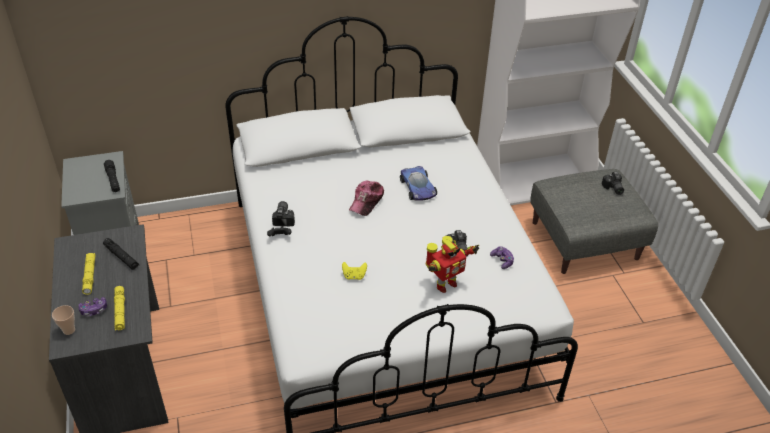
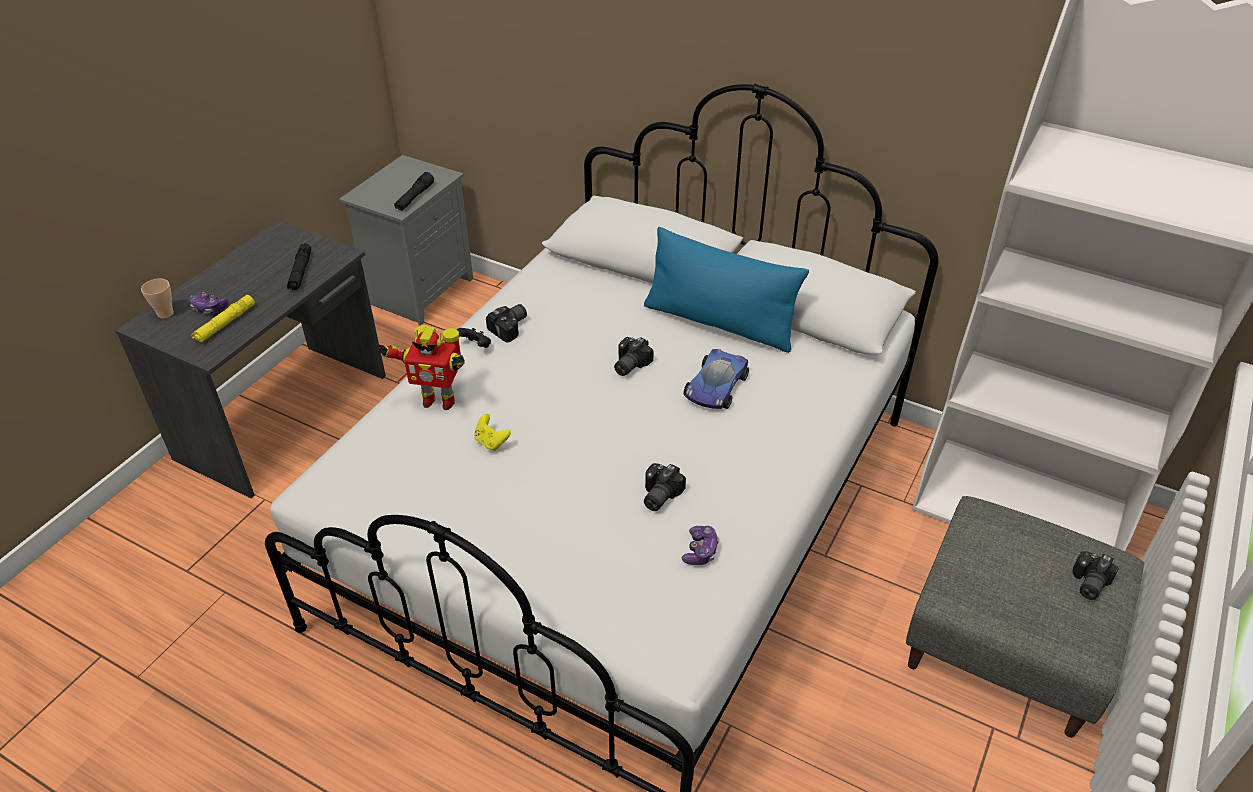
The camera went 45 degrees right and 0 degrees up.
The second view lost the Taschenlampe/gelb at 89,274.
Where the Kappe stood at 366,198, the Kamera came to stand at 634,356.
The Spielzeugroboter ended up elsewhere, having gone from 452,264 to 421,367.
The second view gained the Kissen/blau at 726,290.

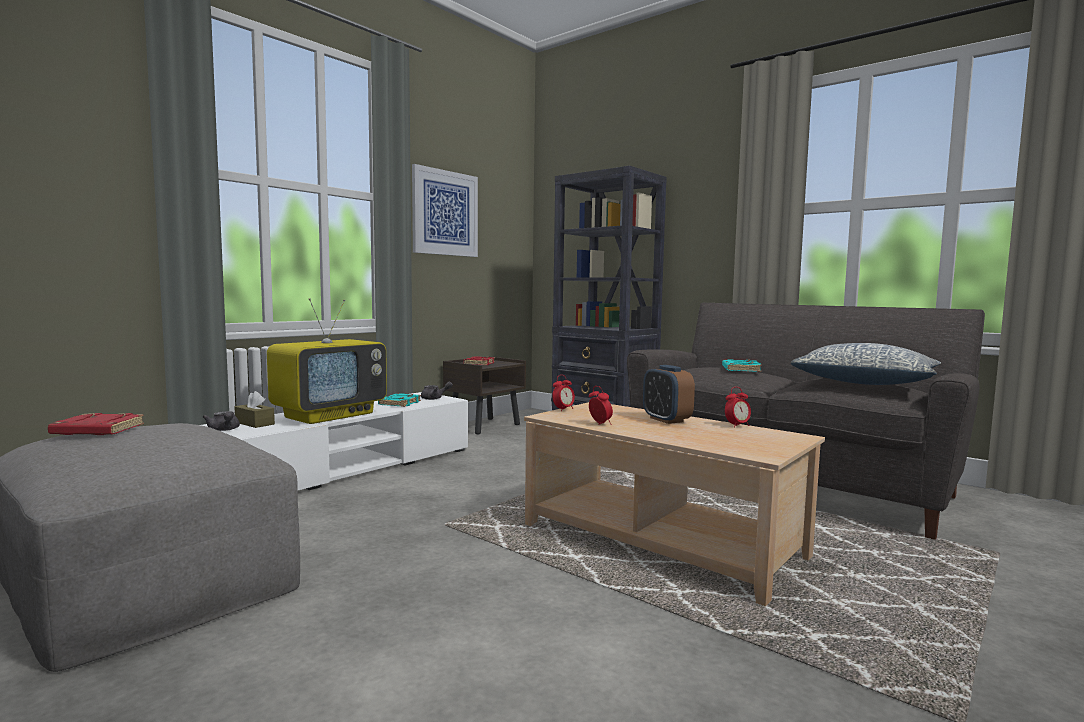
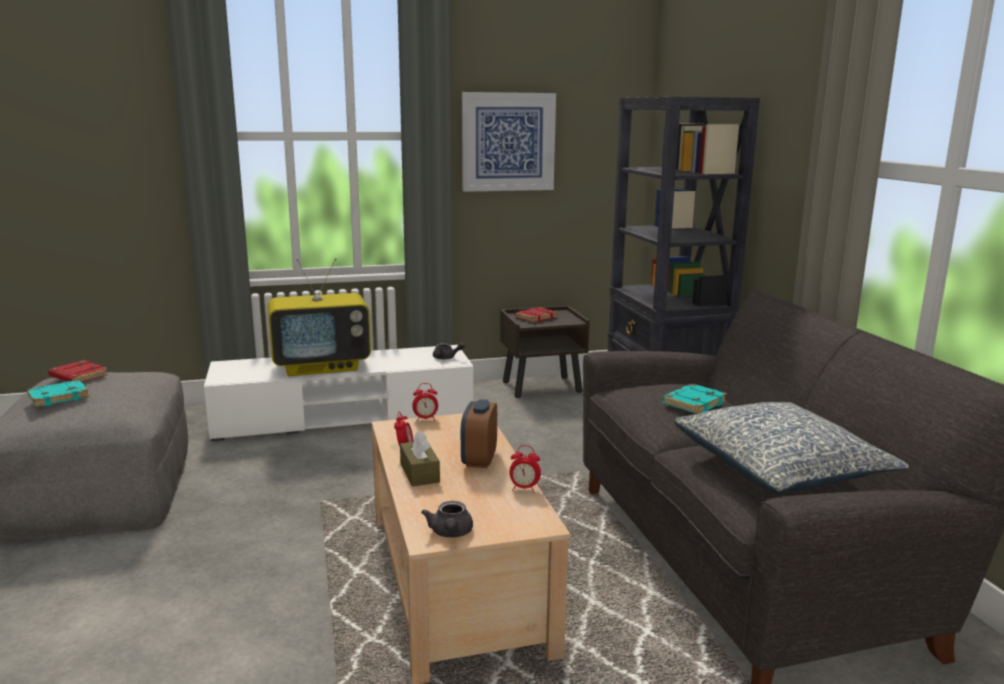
The camera went 35 degrees right and 10 degrees up.
The Teekanne/grau ended up elsewhere, having gone from 221,421 to 447,519.
The Taschentuchbox/braun ended up elsewhere, having gone from 255,409 to 420,458.
The Buch/türkis ended up elsewhere, having gone from 399,400 to 58,393.

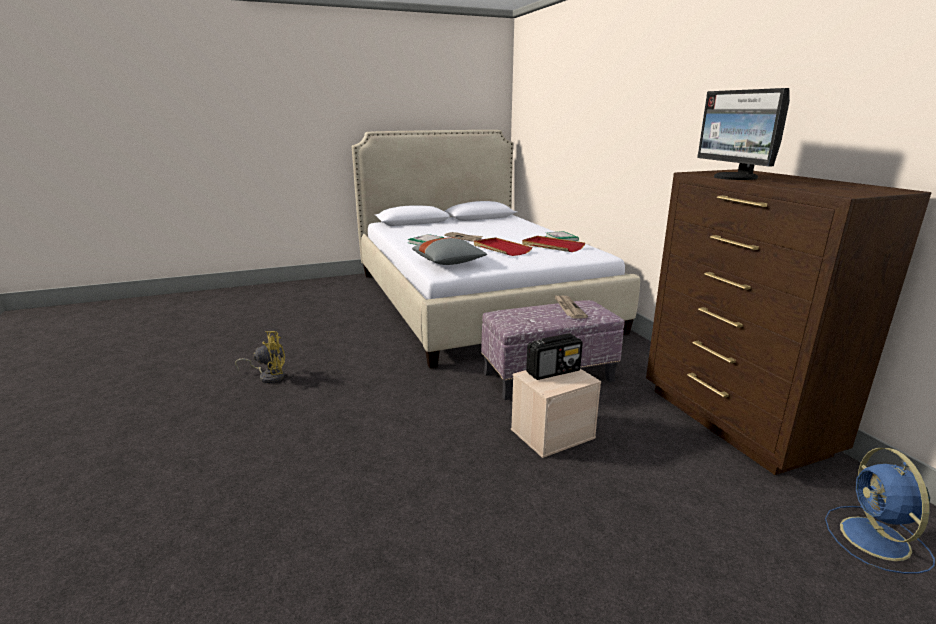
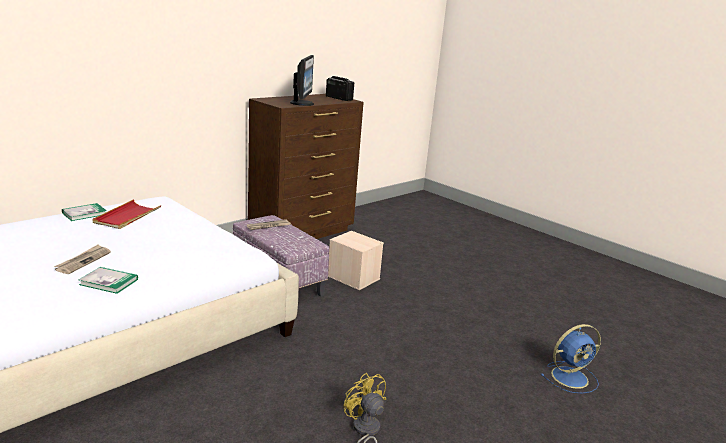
The camera went 115 degrees left and 0 degrees up.
The second view lost the Kissen/grau at 449,251.
The second view lost the Tablett/rot at 503,246.
The Radio ended up elsewhere, having gone from 554,357 to 340,88.
The Monitor at 743,134 ended up facing another way, 45 degrees counterclockwise from before.
The Ventilator/blau ended up elsewhere, having gone from 880,511 to 571,359.

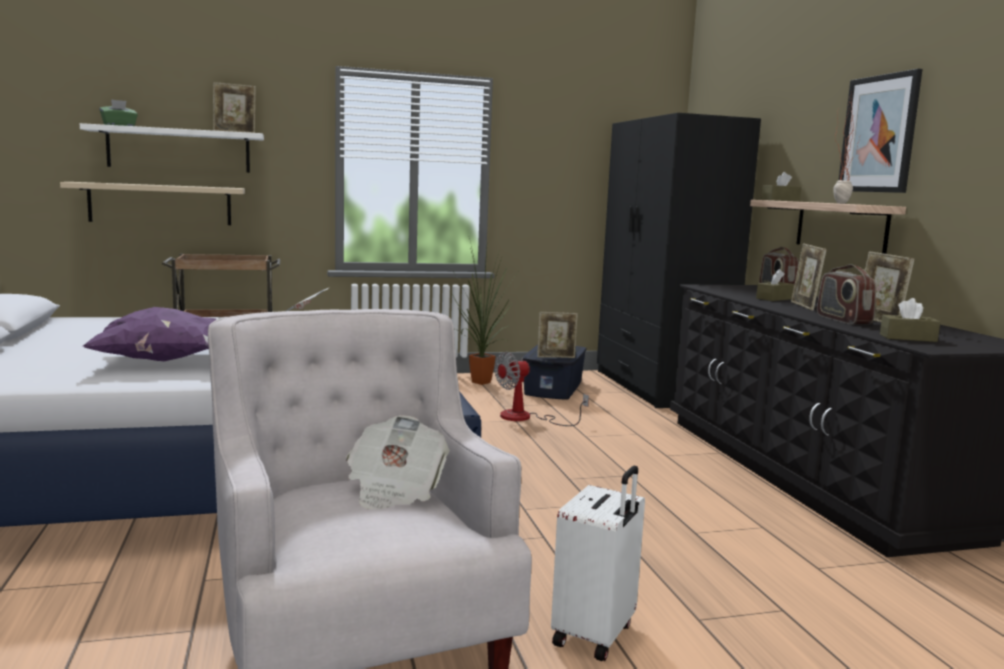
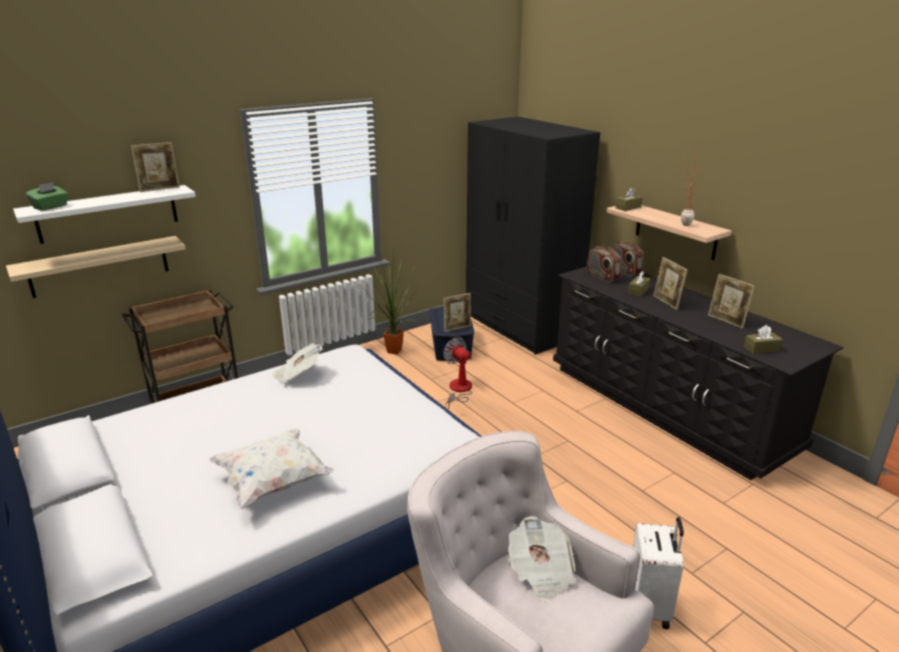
The camera went 20 degrees left and 15 degrees up.
What was the Kissen/lila at 150,334 turned into the Kissen/weiß at 271,469.
The Ventilator at 542,389 ended up facing another way, 105 degrees clockwise from before.
The Radio ended up elsewhere, having gone from 846,294 to 604,264.
The second view lost the Bild at 881,131.

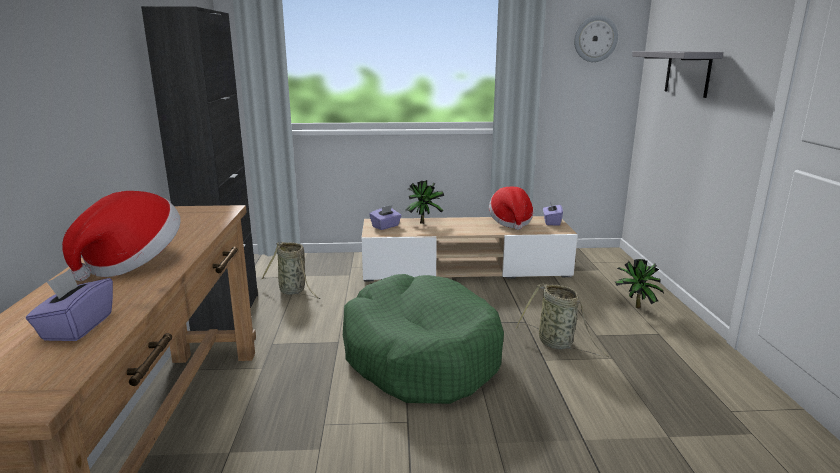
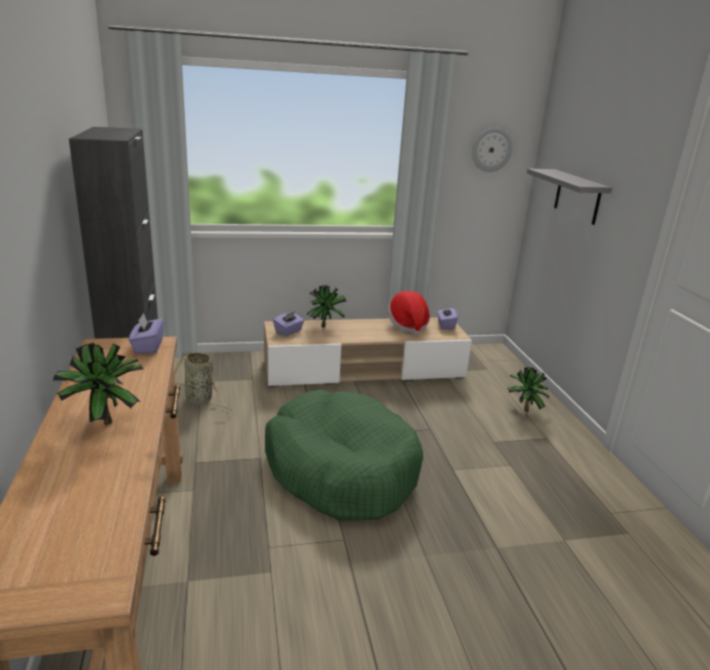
The camera went 10 degrees left and 5 degrees up.
The Taschentuchbox/lila ended up elsewhere, having gone from 69,305 to 146,333.
Where the Hut stood at 121,236, the Topfpflanze came to stand at 98,384.
The second view lost the Korb at 562,320.

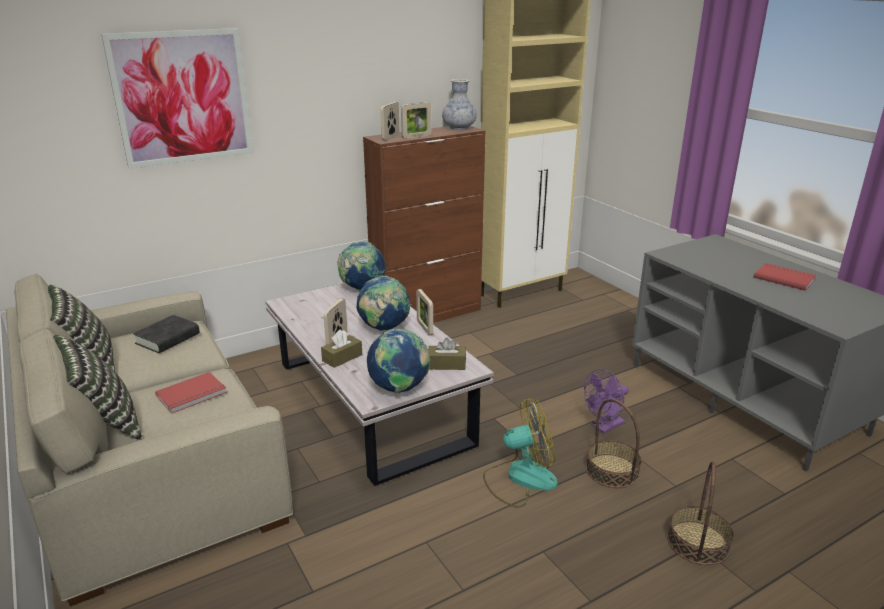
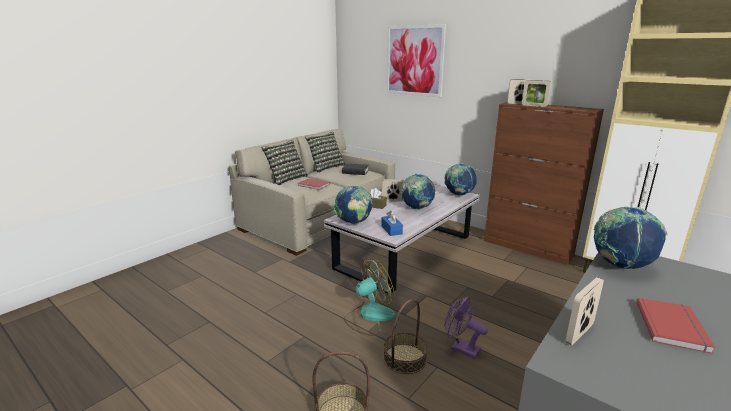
The camera went 70 degrees right and 5 degrees down.
The Bilderrahmen ended up elsewhere, having gone from 424,312 to 584,311.
What was the Taschentuchbox/braun at 447,354 turned into the Taschentuchbox/blau at 392,223.
The second view lost the Vase at 459,104.
The Ventilator at 520,453 ended up facing another way, 90 degrees counterclockwise from before.
The second view gained the Globus at 630,237.

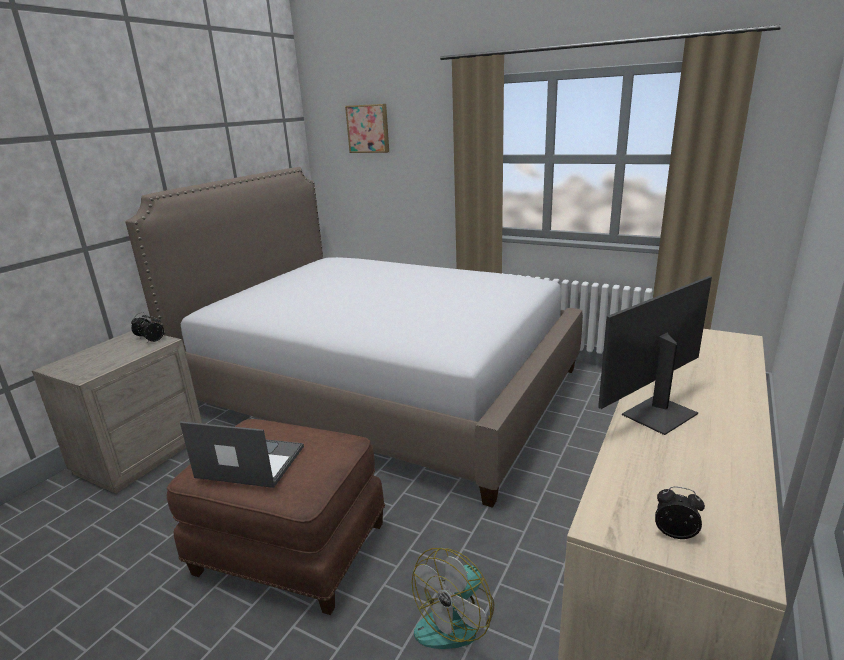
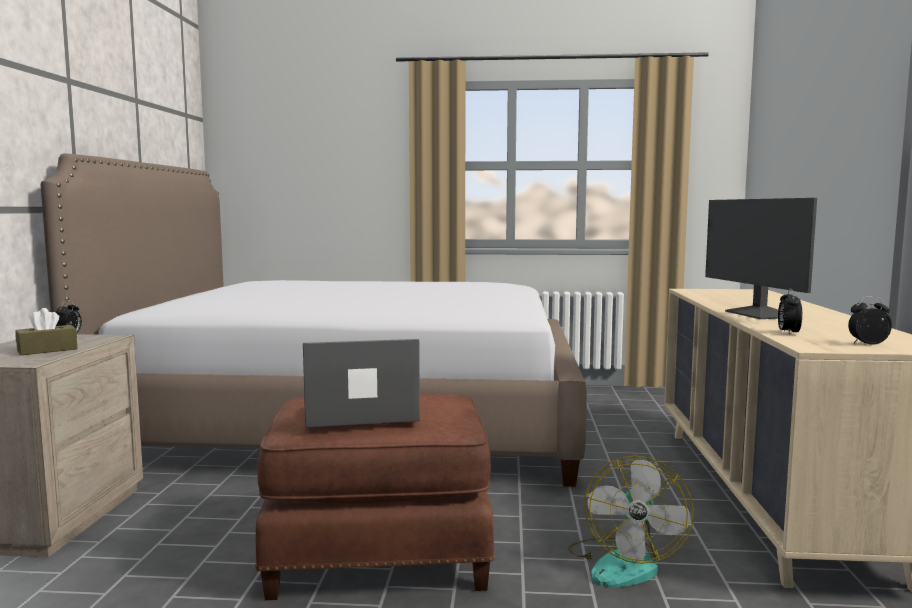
The camera went 25 degrees left and 15 degrees down.
The Wecker ended up elsewhere, having gone from 152,329 to 790,312.
The second view lost the Bild at 367,128.
The Monitor at 655,355 ended up facing another way, 45 degrees counterclockwise from before.
The second view gained the Taschentuchbox/braun at 46,331.

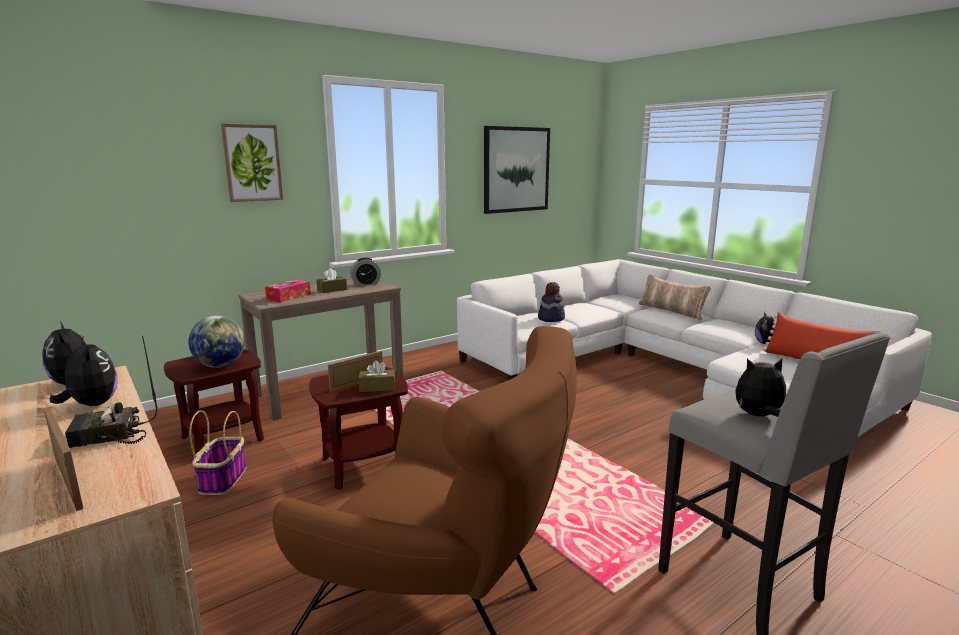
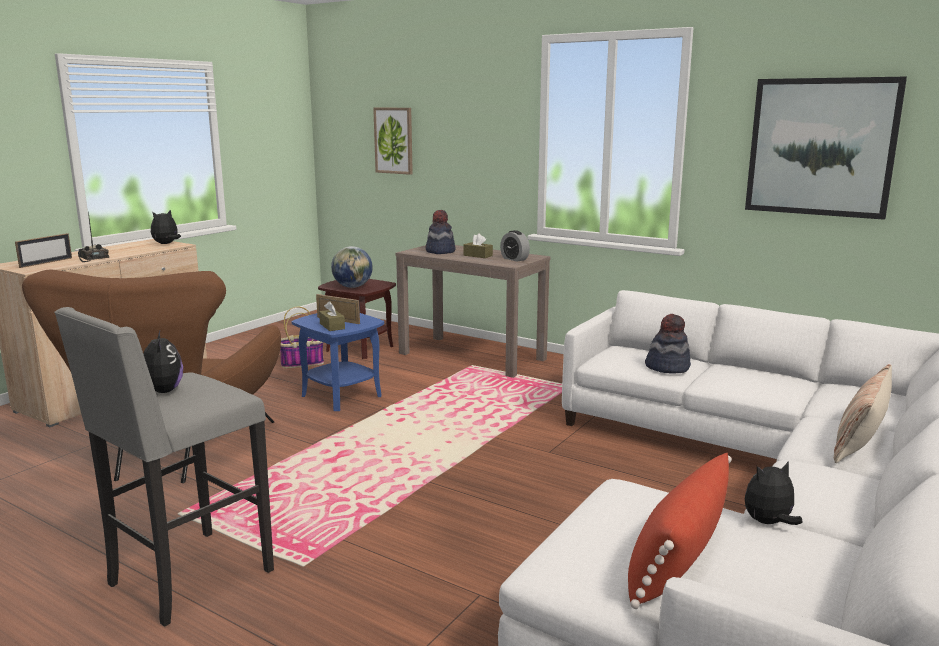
The camera went 70 degrees right and 0 degrees up.
The second view lost the Plüschtier at 83,371.
The Bild ended up elsewhere, having gone from 252,163 to 393,141.
Where the Taschentuchbox stood at 288,291, the Hut came to stand at 441,232.
What was the Beistelltisch/braun at 358,428 turned into the Beistelltisch/blau at 338,362.

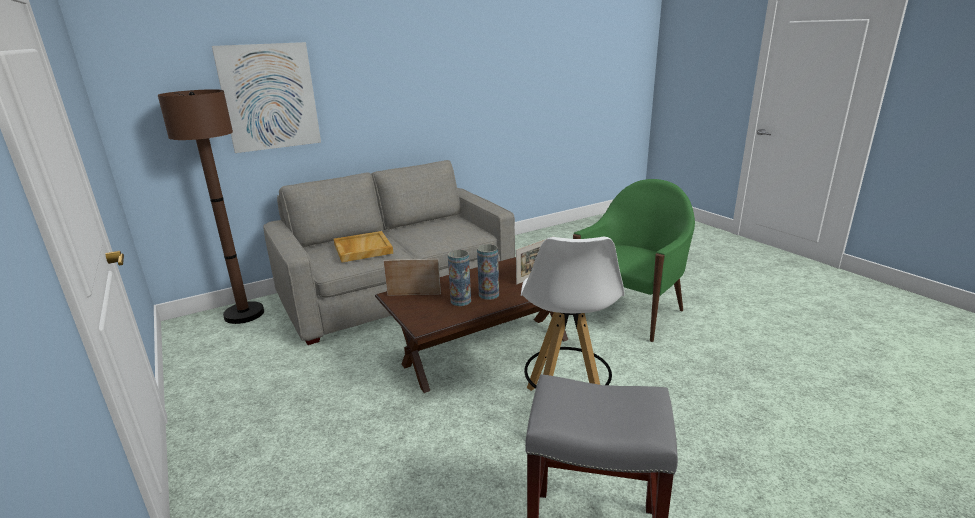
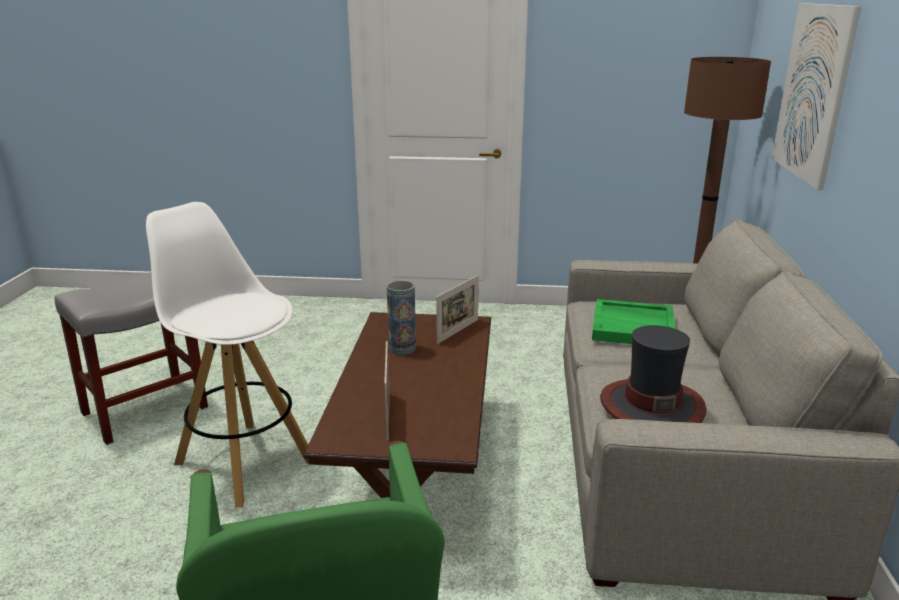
The camera went 125 degrees right and 0 degrees up.
What was the Tablett/beige at 363,246 turned into the Tablett/grün at 633,321.
The second view lost the Vase at 488,272.
The second view gained the Hut at 653,374.

